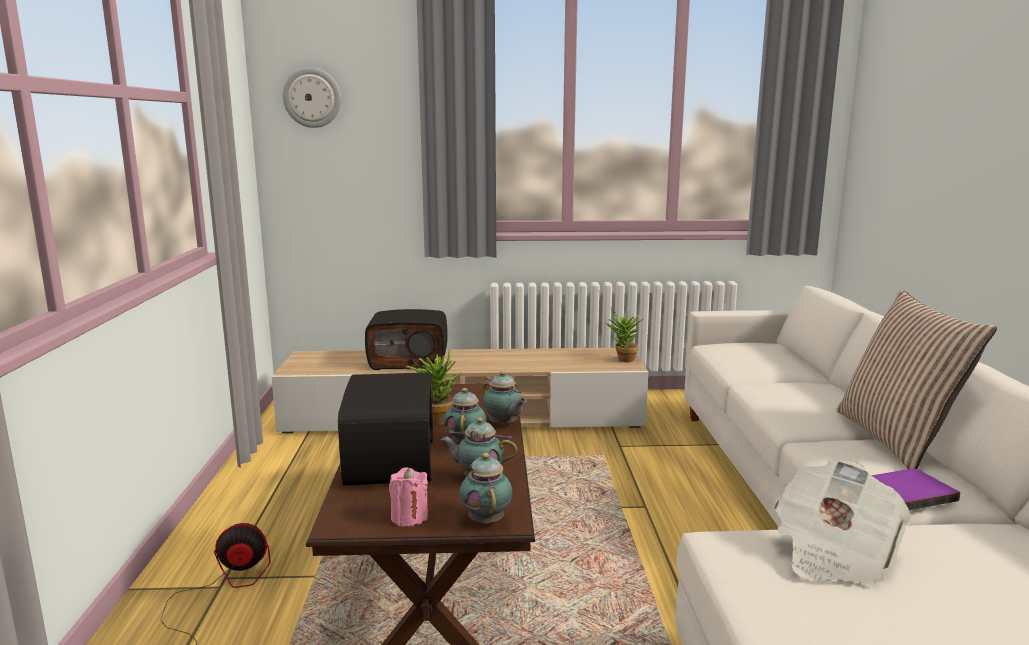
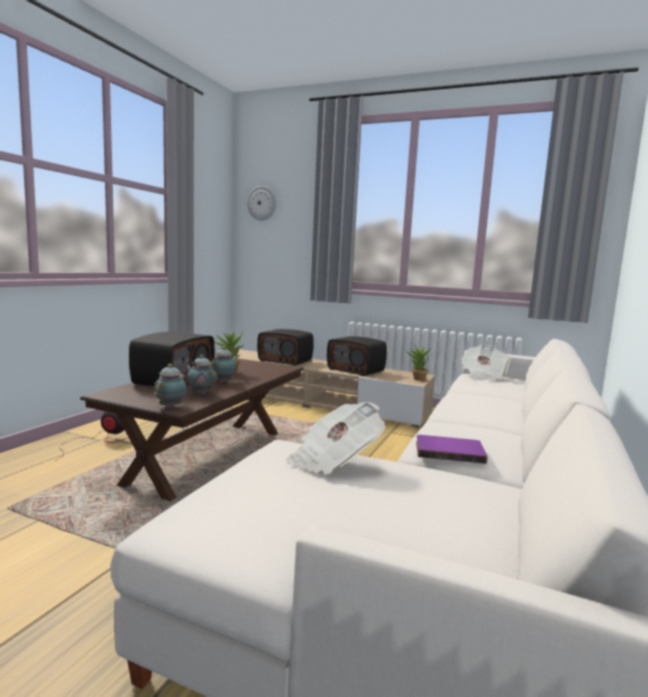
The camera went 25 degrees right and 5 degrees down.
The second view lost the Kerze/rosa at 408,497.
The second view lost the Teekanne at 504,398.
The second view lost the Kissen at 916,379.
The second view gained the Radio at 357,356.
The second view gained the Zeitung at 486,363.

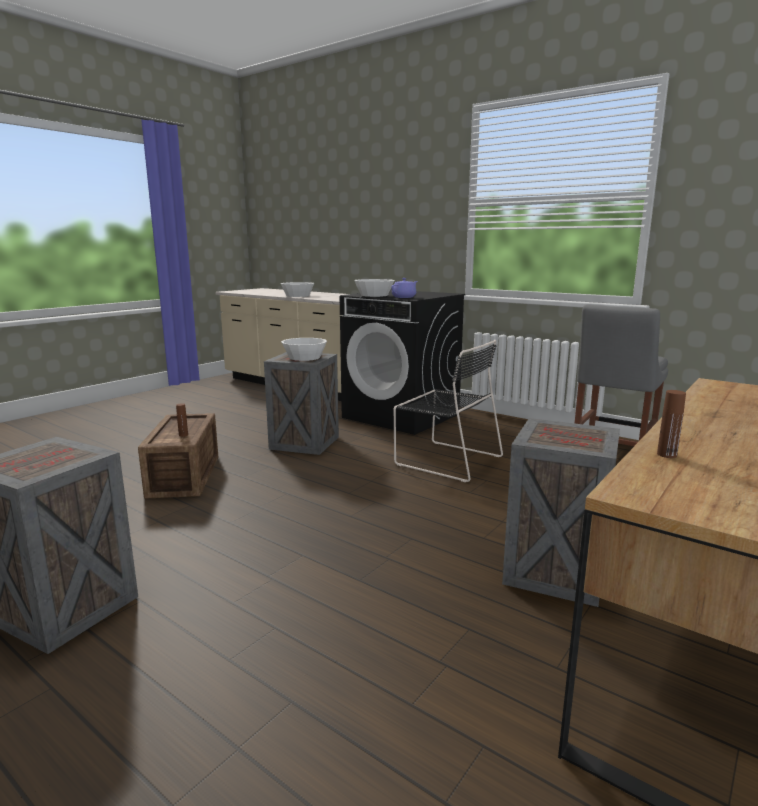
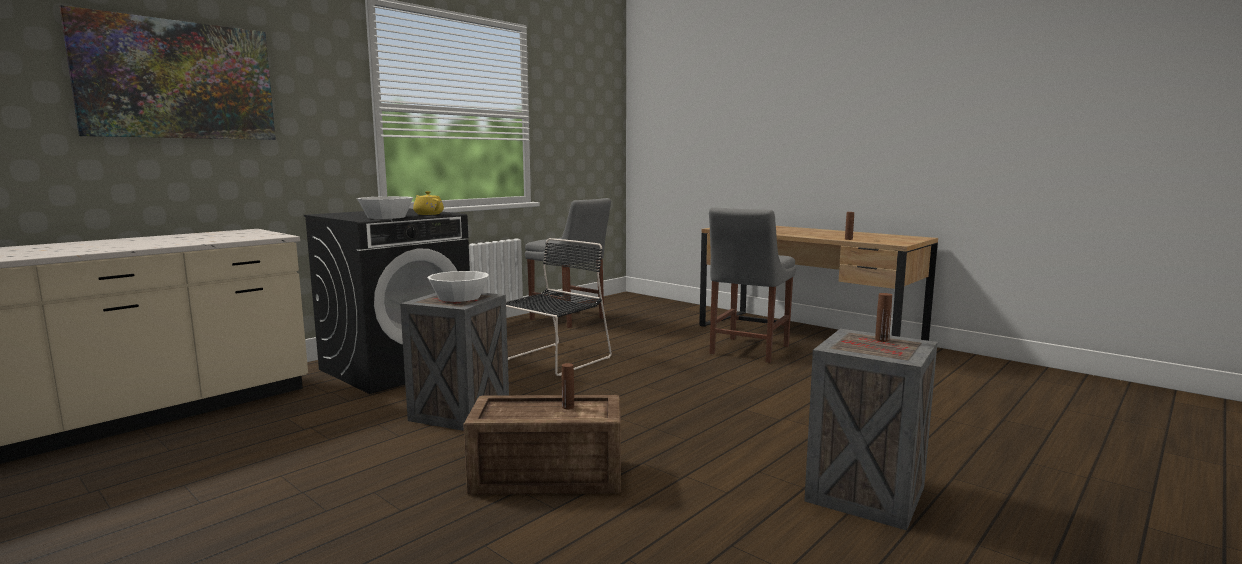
The camera went 85 degrees left and 5 degrees down.
The second view lost the Schüssel/weiß at 297,289.
What was the Teekanne/lila at 404,288 turned into the Teekanne/gelb at 428,203.
Where the Kiste stood at 561,512, the Stuhl/grau came to stand at 752,285.
The second view gained the Bild at 167,72.
The second view gained the Flasche/braun at 883,317.

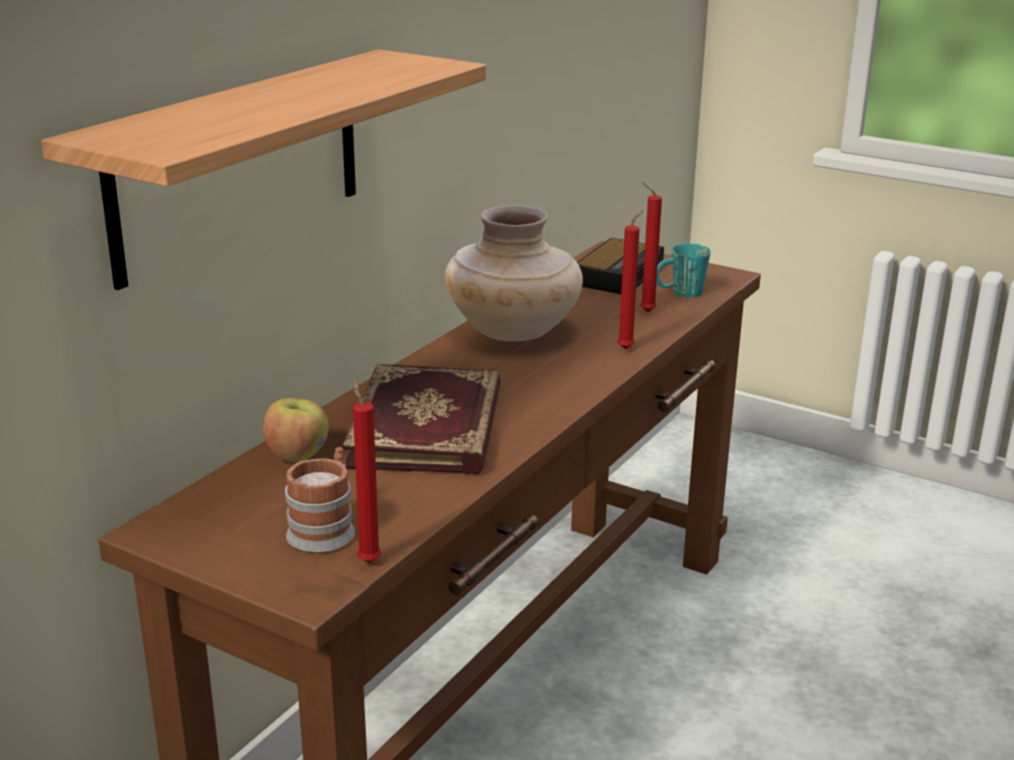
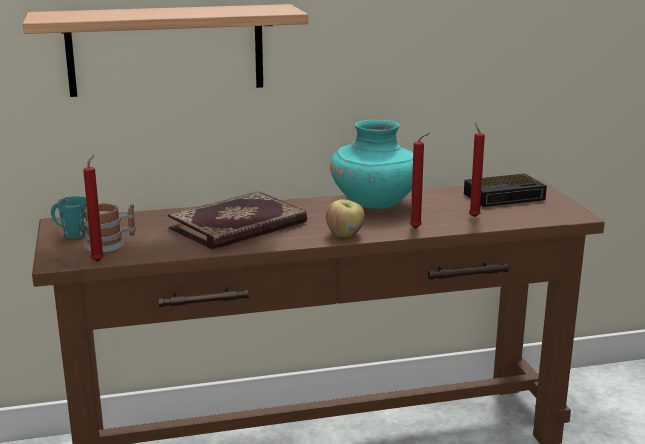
The camera went 45 degrees right and 5 degrees down.
The Apfel ended up elsewhere, having gone from 296,430 to 345,218.
What was the Vase/beige at 514,273 turned into the Vase/türkis at 371,164.
The Henkelbecher/türkis ended up elsewhere, having gone from 684,270 to 69,217.

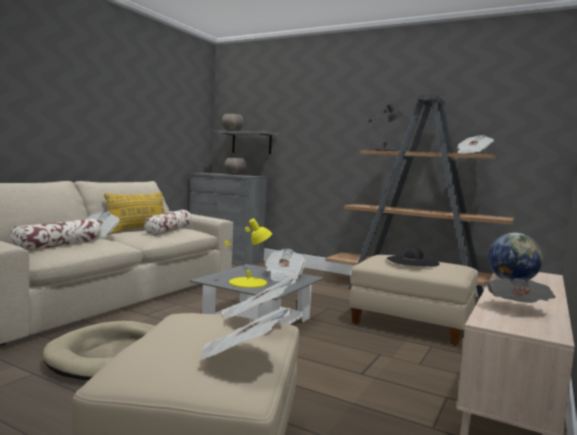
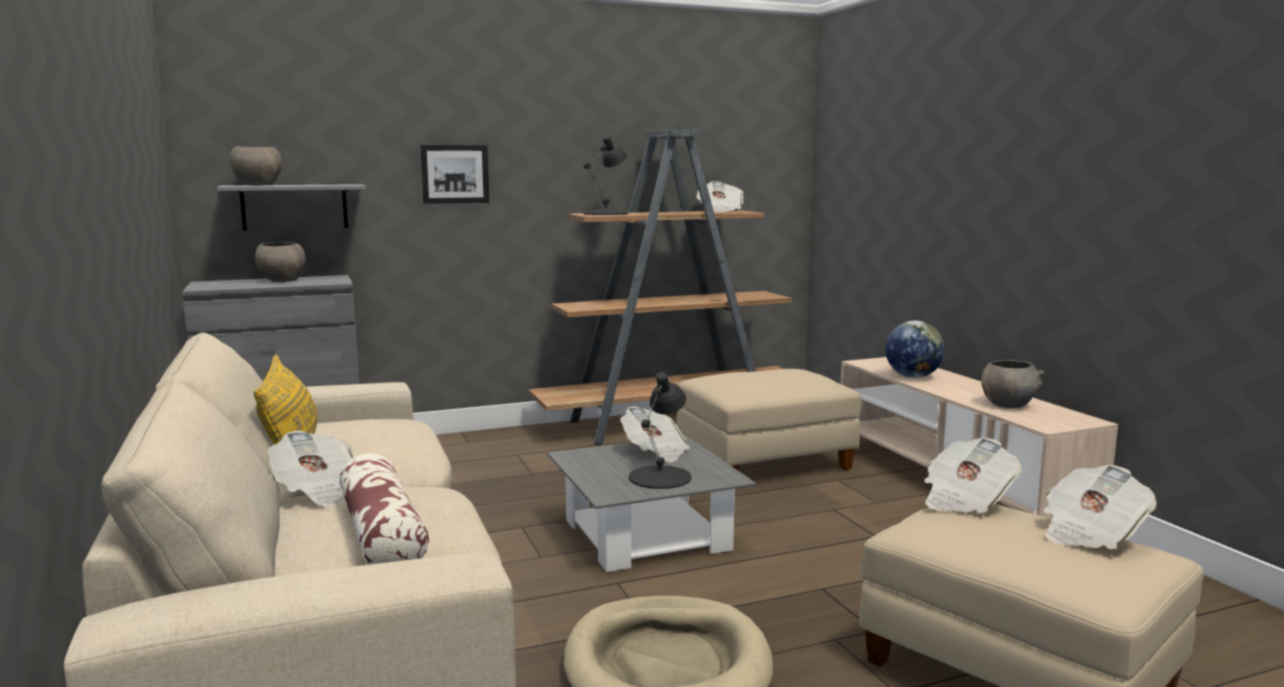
The camera went 50 degrees left and 5 degrees up.
The second view lost the Kissen at 168,223.
What was the Tischlampe/gelb at 248,253 turned into the Tischlampe/schwarz at 660,430.
The second view lost the Hut/schwarz at 413,256.
Where the Zeitung stood at 520,291, the Schüssel/grau came to stand at 1012,384.
The second view gained the Bild at 454,174.

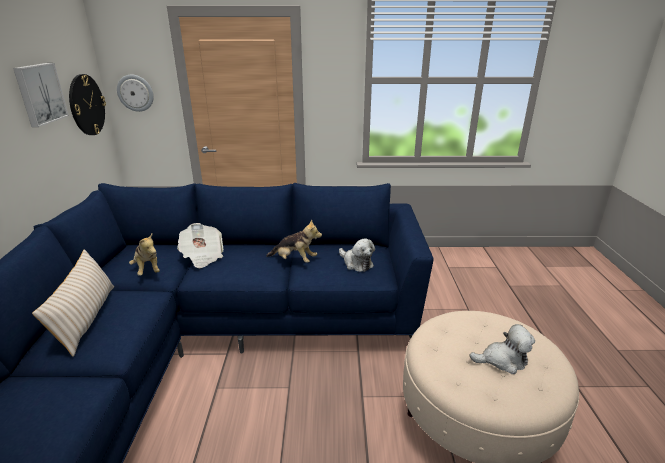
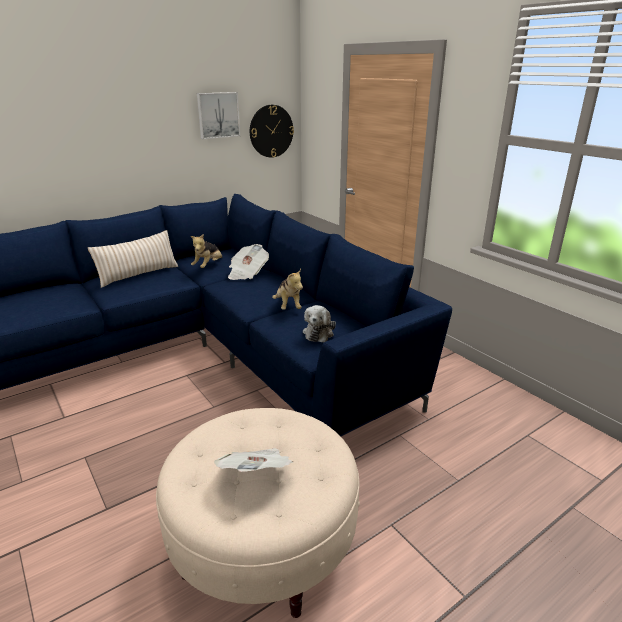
The camera went 55 degrees right and 0 degrees up.
The second view lost the Wanduhr at 135,93.
Where the Plüschtier stood at 502,349, the Zeitung came to stand at 254,460.

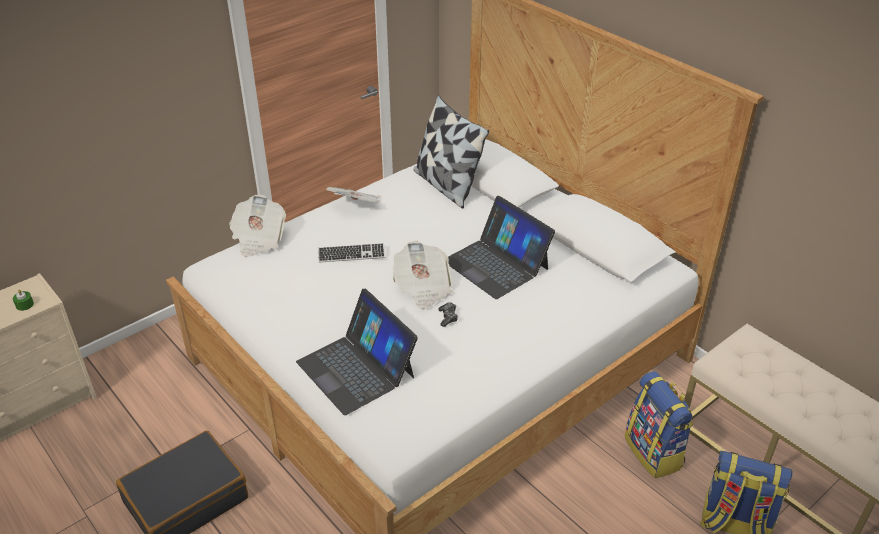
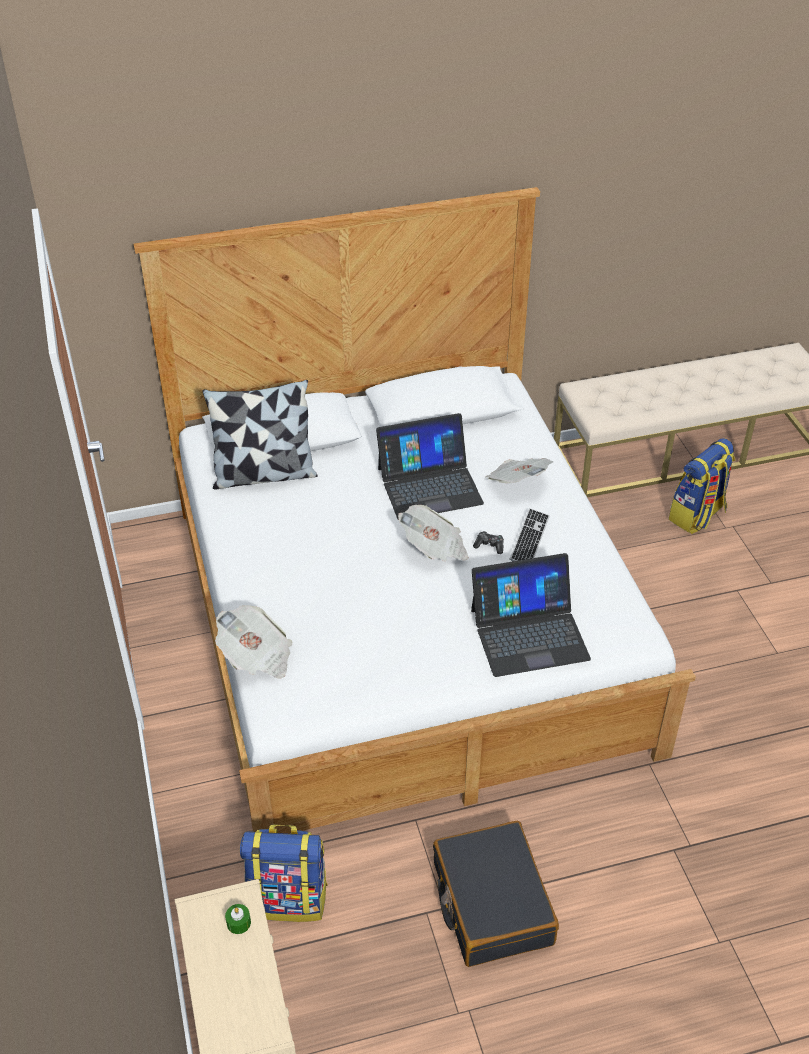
The camera went 65 degrees left and 5 degrees up.
The Tastatur ended up elsewhere, having gone from 351,253 to 529,534.
The Zeitung ended up elsewhere, having gone from 353,195 to 519,470.
The Rucksack ended up elsewhere, having gone from 659,424 to 284,873.

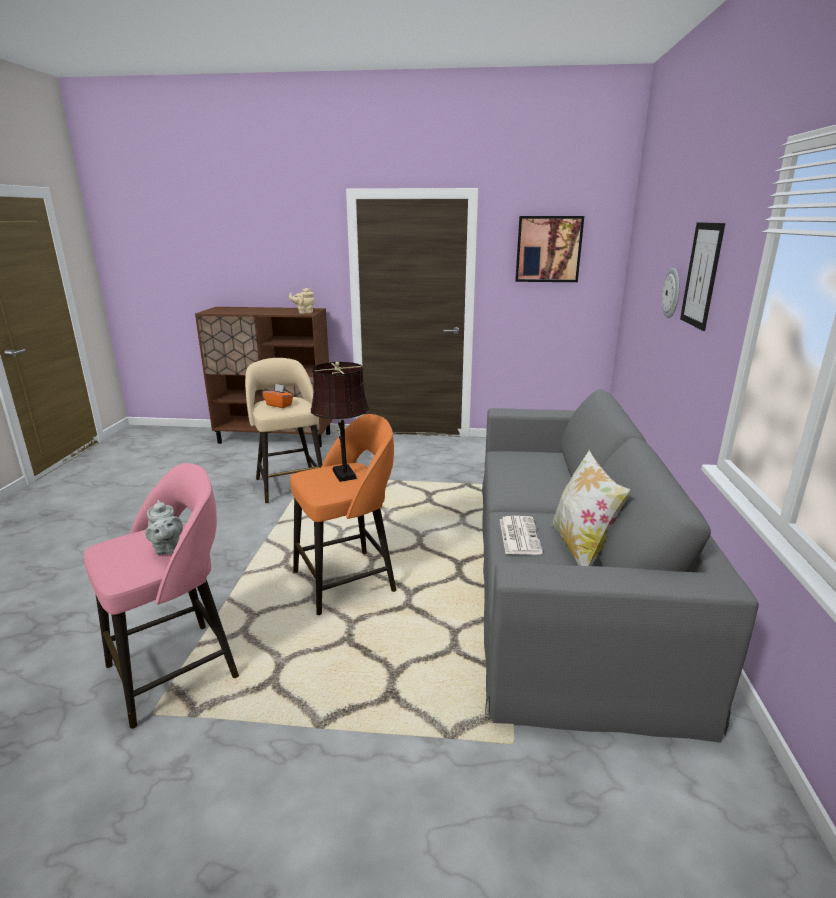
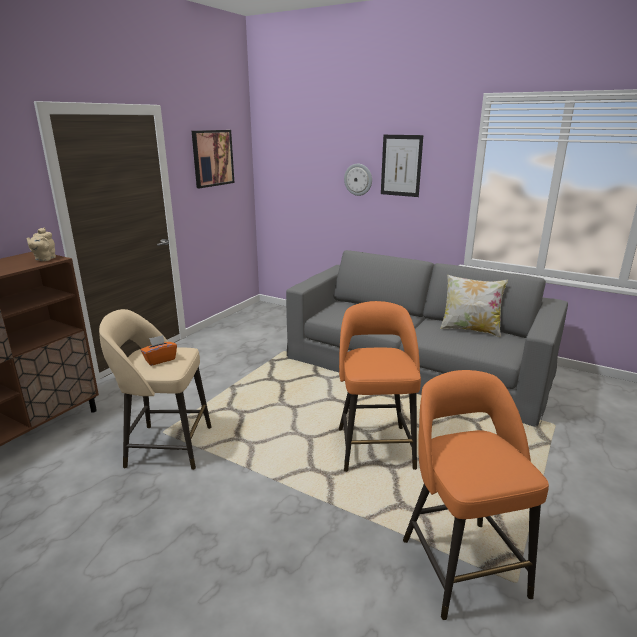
The camera went 65 degrees left and 0 degrees up.
What was the Hocker/rosa at 161,596 turned into the Hocker/orange at 476,495.
The second view lost the Teekanne/grau at 164,527.
The second view lost the Tischlampe/braun at 340,422.
The second view lost the Zeitung at 521,535.

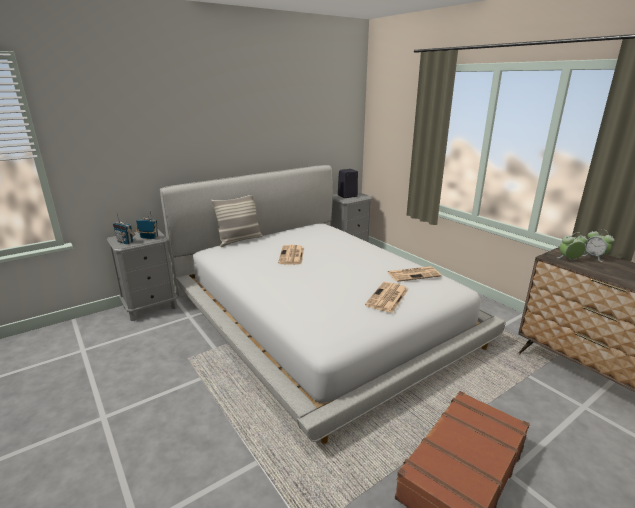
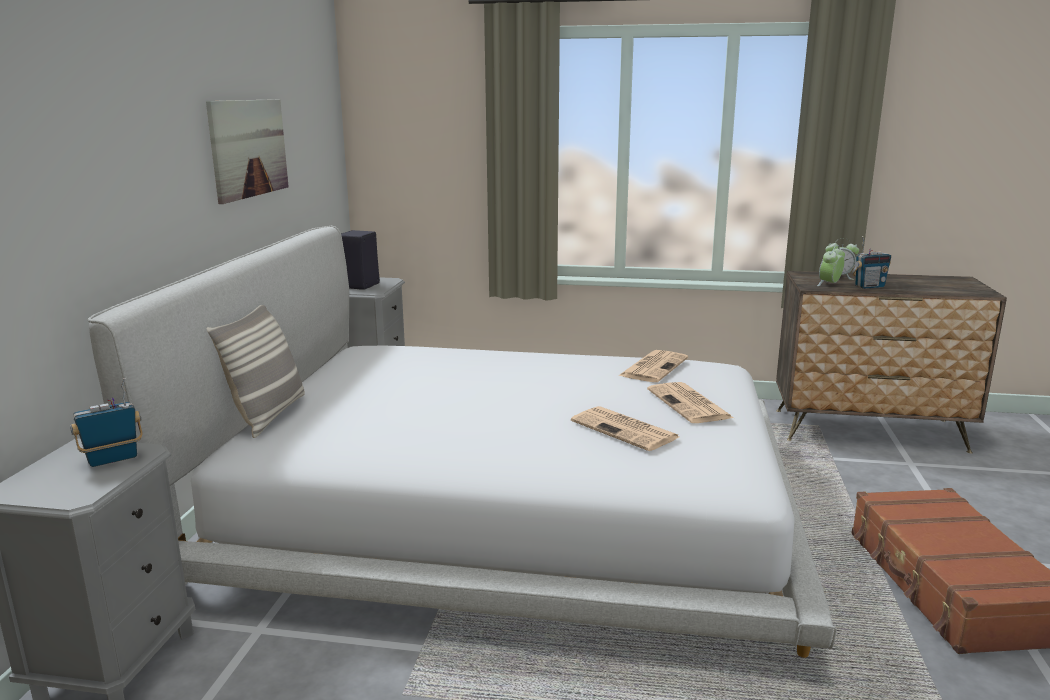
The camera went 45 degrees left and 5 degrees down.
The Radio ended up elsewhere, having gone from 124,228 to 871,262.
The Zeitung ended up elsewhere, having gone from 291,255 to 625,428.
The second view gained the Bild at 247,151.

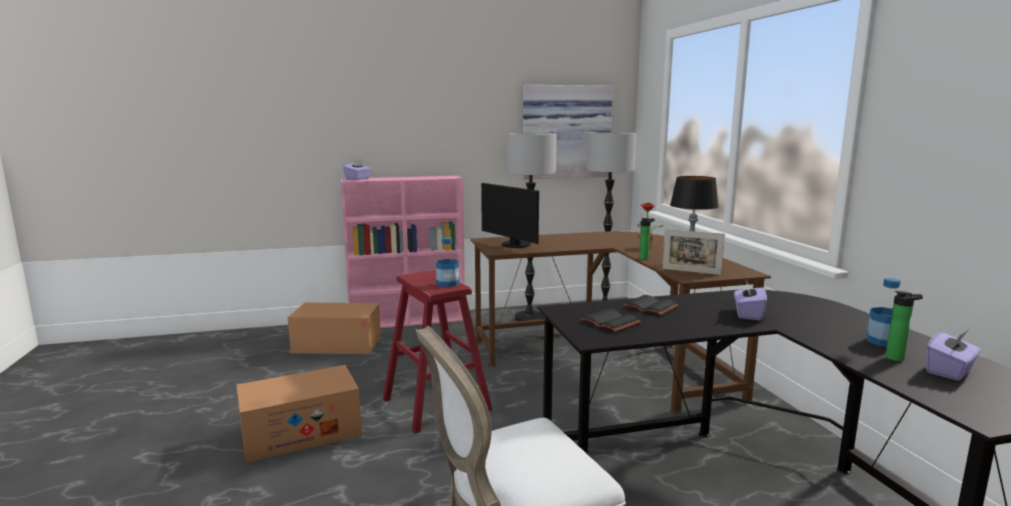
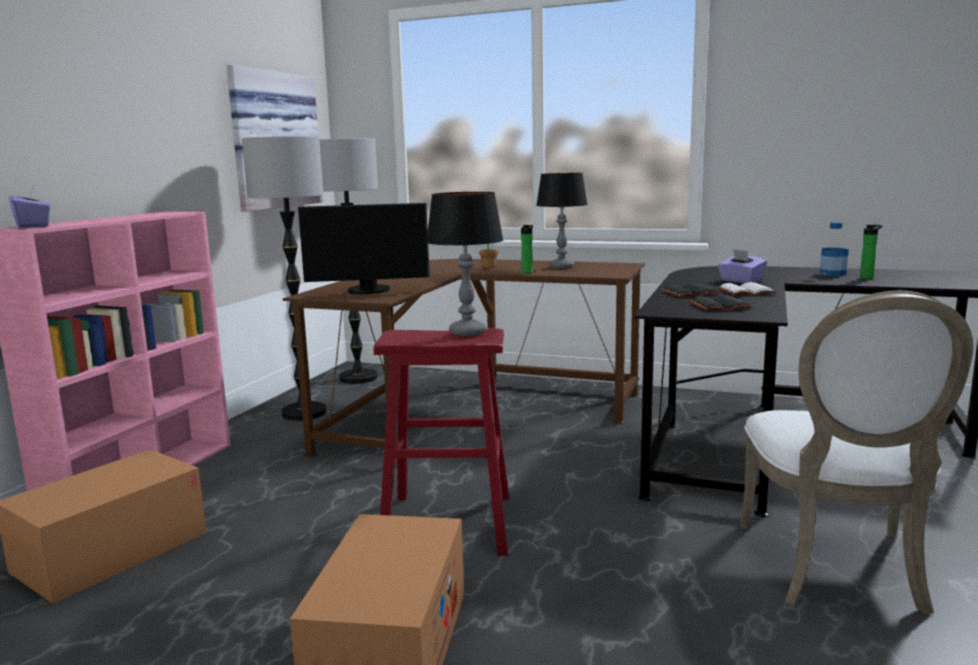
The camera went 55 degrees left and 0 degrees up.
Where the Flasche stood at 447,262, the Tischlampe came to stand at 465,264.
The second view lost the Bilderrahmen at 693,252.
The second view lost the Taschentuchbox/lila at 953,355.
The second view gained the Buch/weiß at 747,289.

